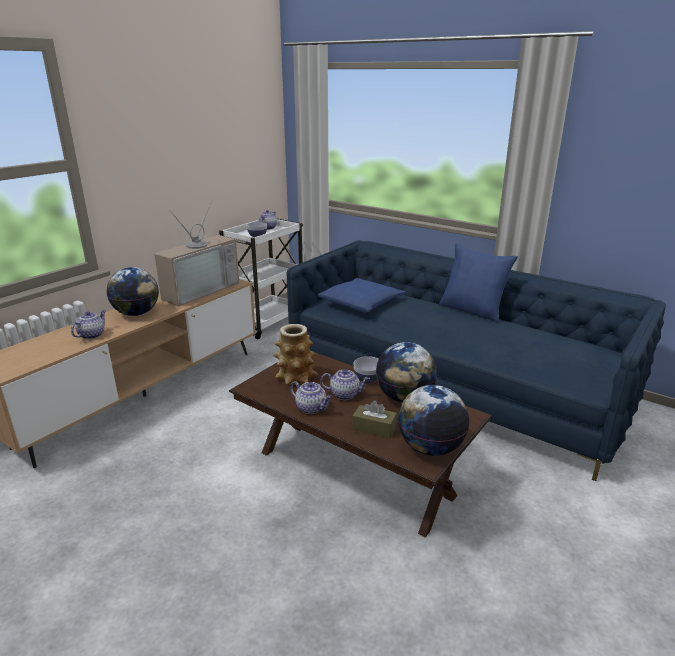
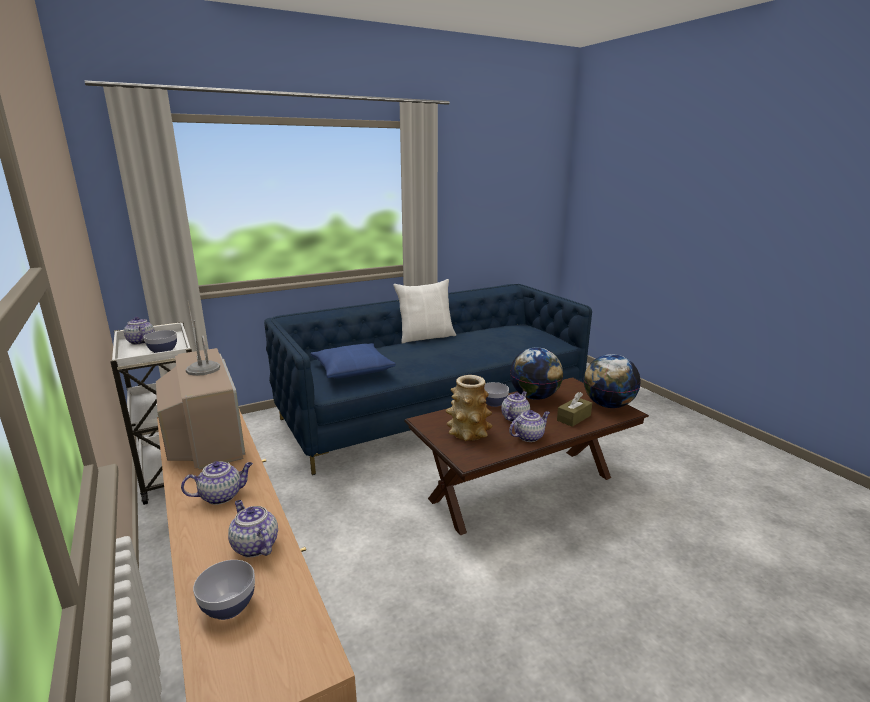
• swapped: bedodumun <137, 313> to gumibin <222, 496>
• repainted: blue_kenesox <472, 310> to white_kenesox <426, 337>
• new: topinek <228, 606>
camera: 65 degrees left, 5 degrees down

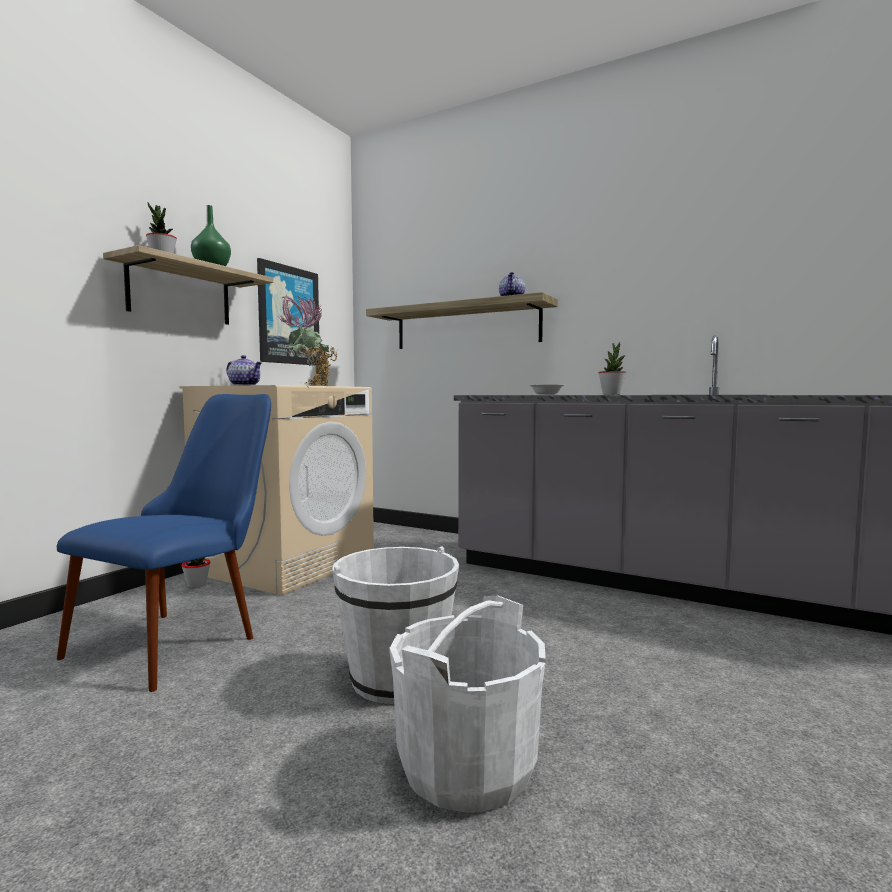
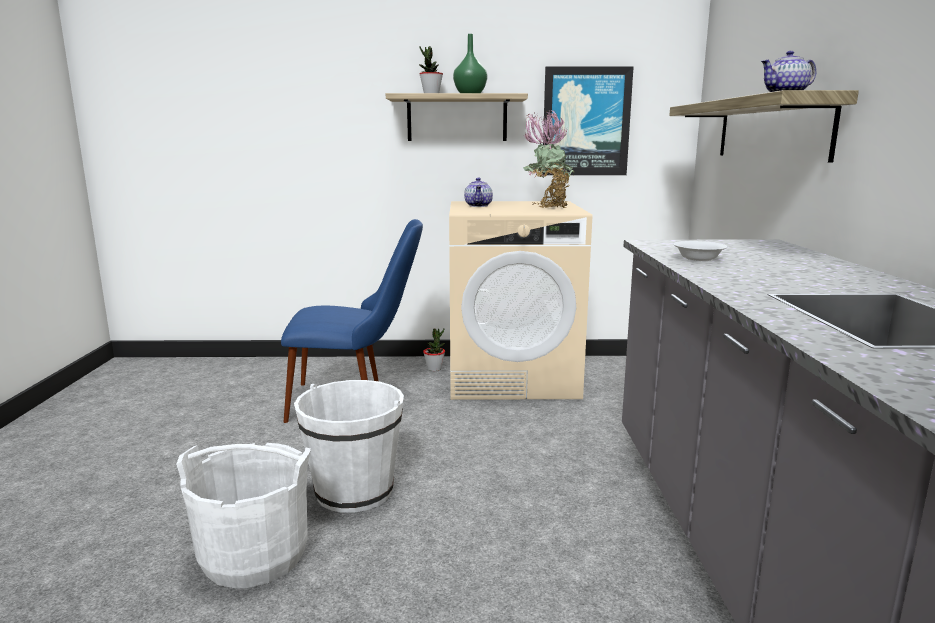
• gone: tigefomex <611, 394>
camera: 60 degrees right, 10 degrees up

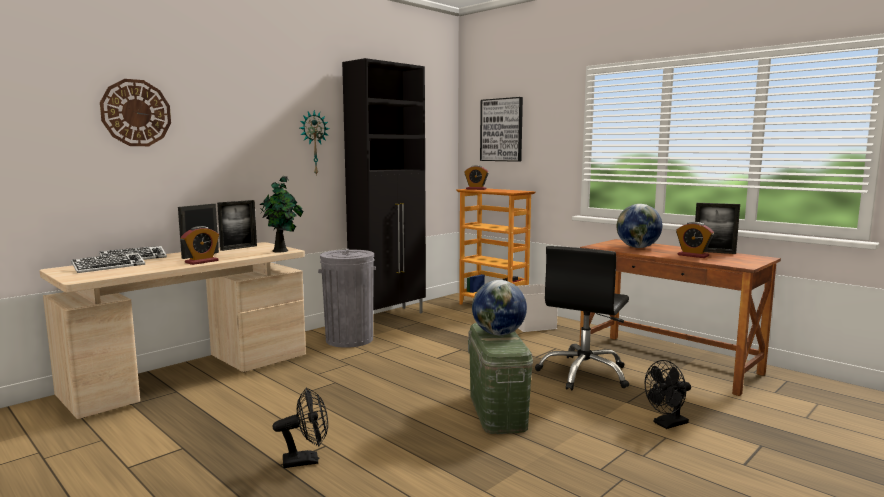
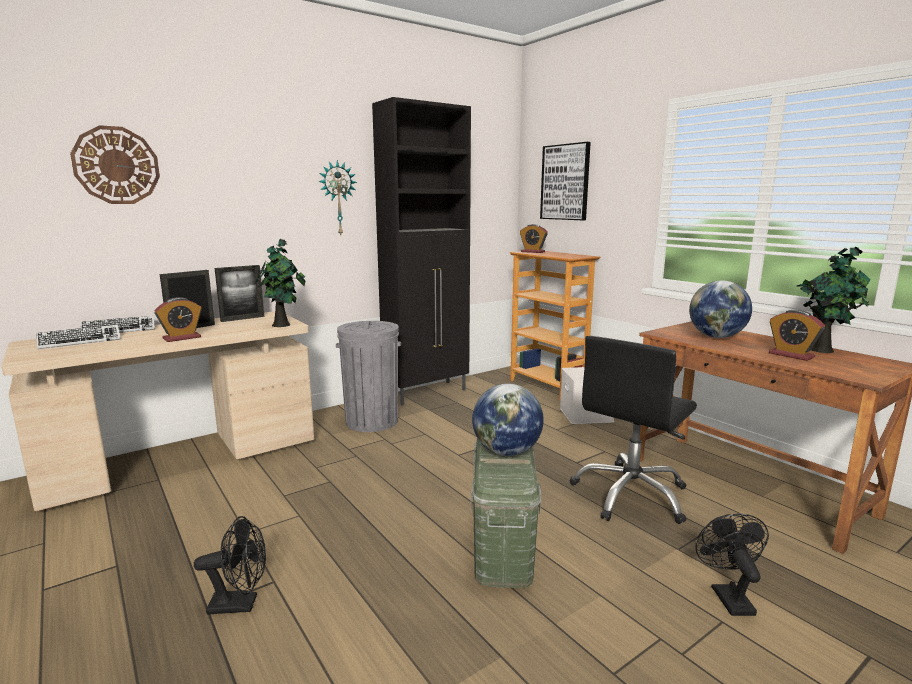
• rotated: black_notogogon <667, 424> = <728, 596> 105 degrees clockwise
• swapped: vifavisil <714, 252> to tigefomex <823, 350>
camera: 10 degrees right, 5 degrees up

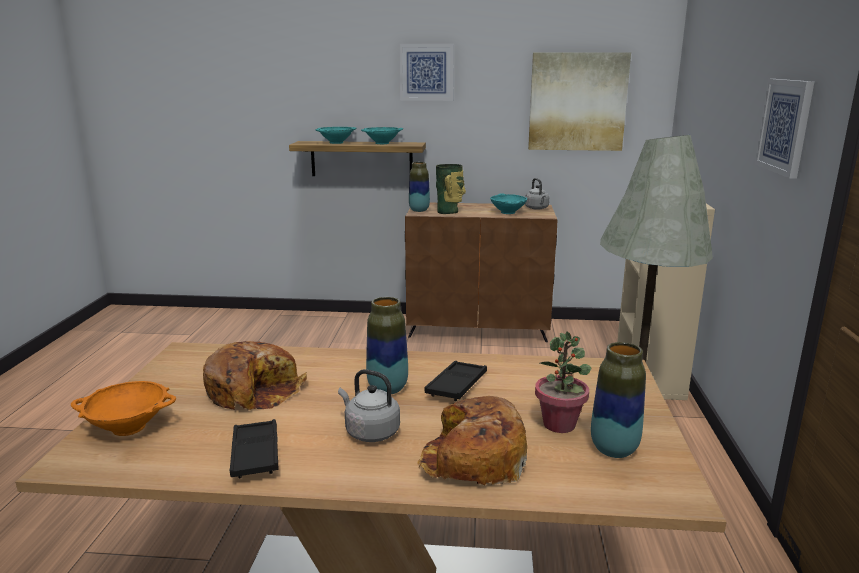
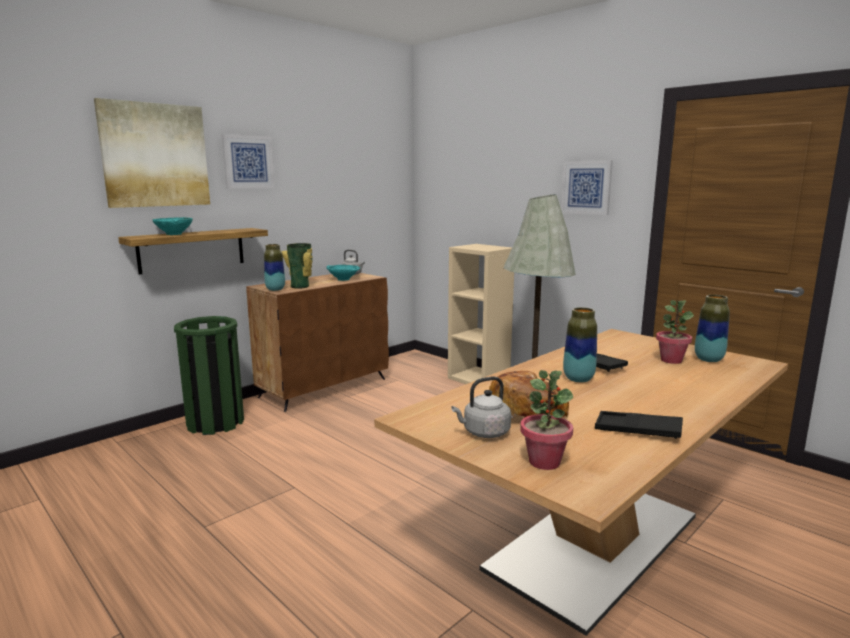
• swapped: orange_topinek <129, 427> to tigefomex <544, 462>
• shifted: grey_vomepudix <370, 432> to <484, 433>
• gone: turquoise_topinek <382, 143>
• gone: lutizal <472, 458>
• shifted: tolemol <577, 102> to <155, 155>
• new: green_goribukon <215, 422>
camera: 50 degrees left, 5 degrees down

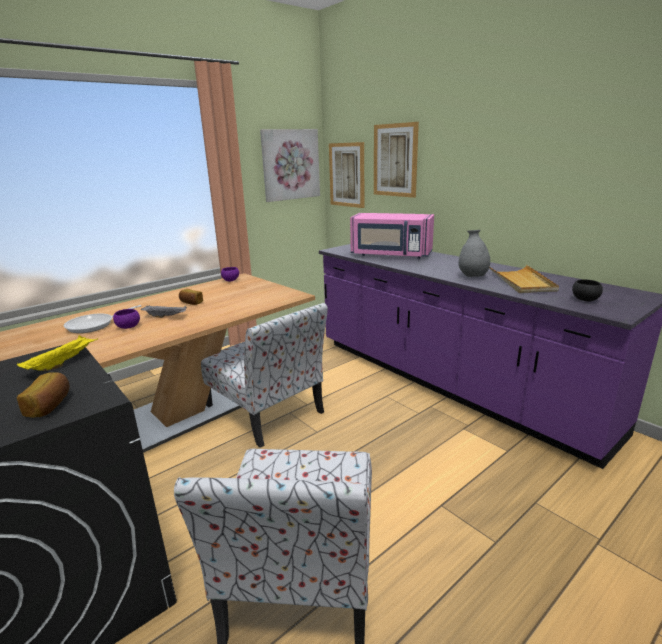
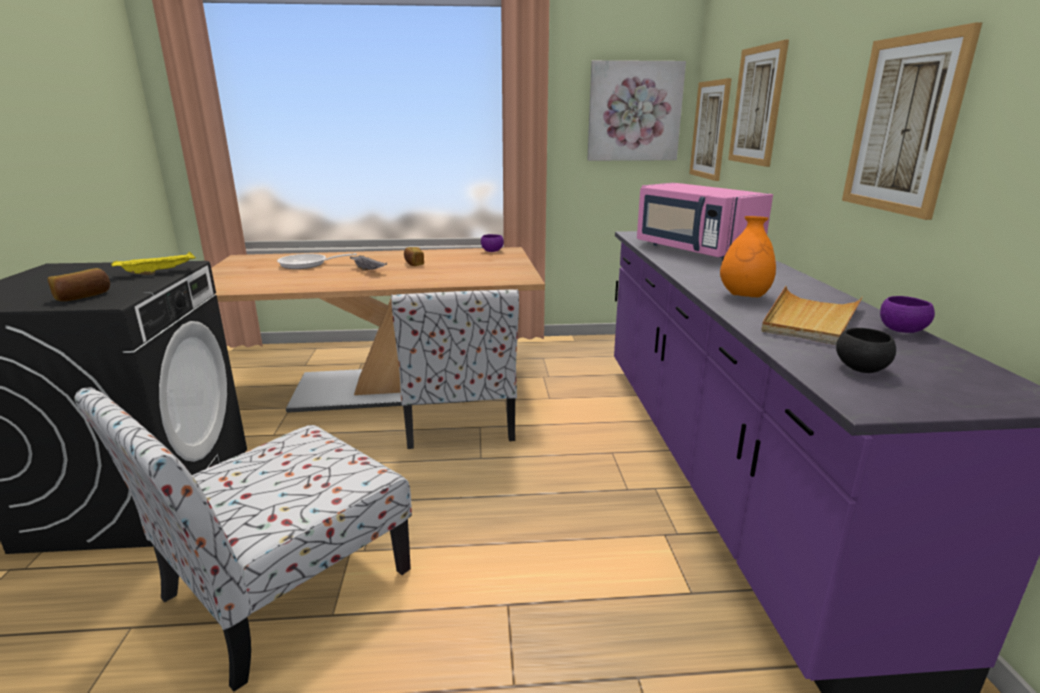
• shifted: purple_topinek <128, 327> to <902, 330>
• repainted: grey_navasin <473, 277> to orange_navasin <744, 297>
• new: tolemol <903, 125>
camera: 35 degrees right, 0 degrees up

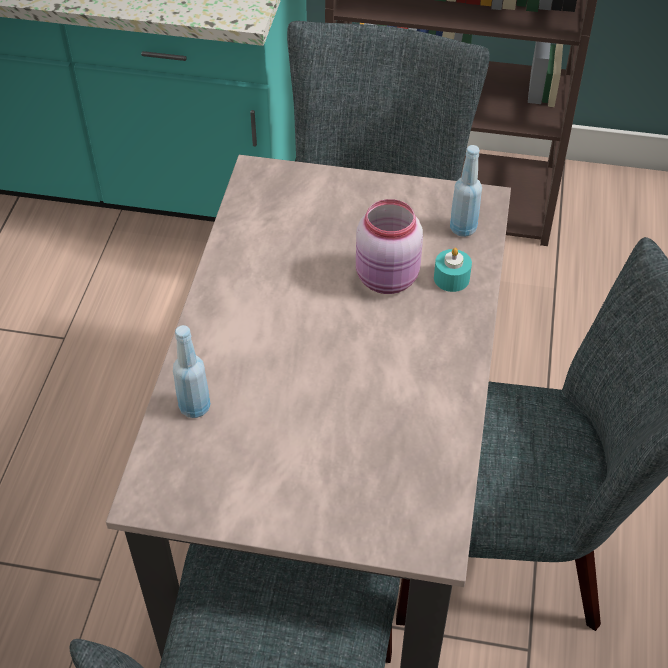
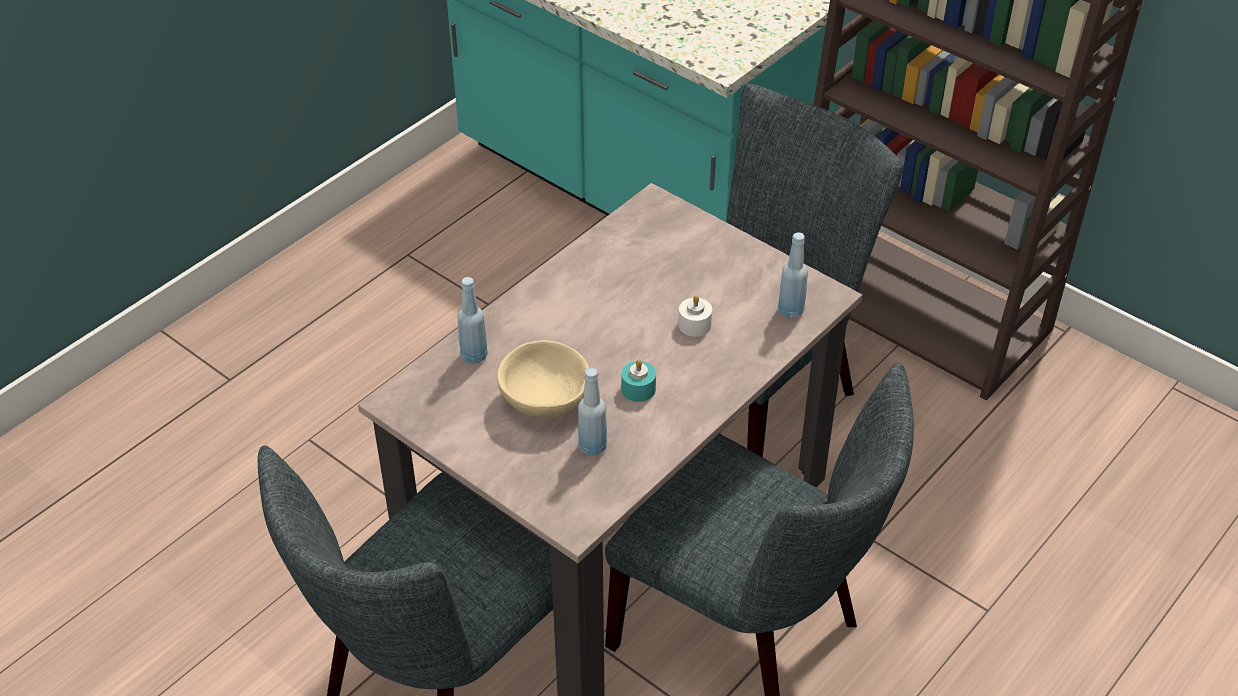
• swapped: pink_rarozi <388, 279> to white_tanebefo <694, 325>
• shifted: turquoise_tanebefo <451, 278> to <638, 389>
• new: beige_topinek <544, 401>
• new: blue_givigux <592, 447>
camera: 30 degrees right, 5 degrees down

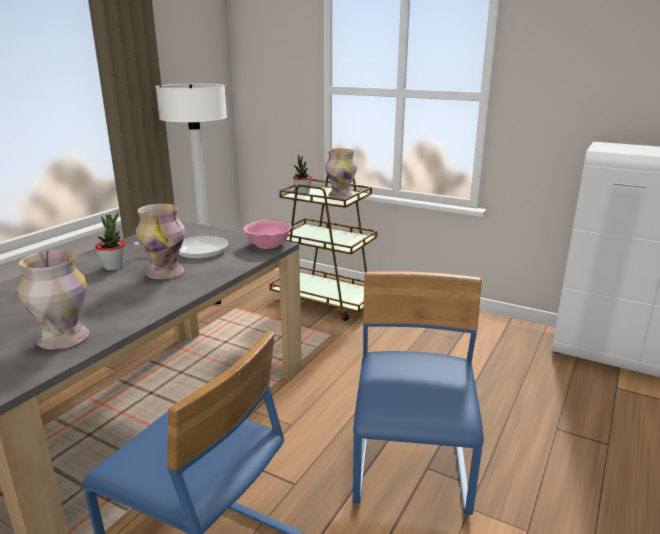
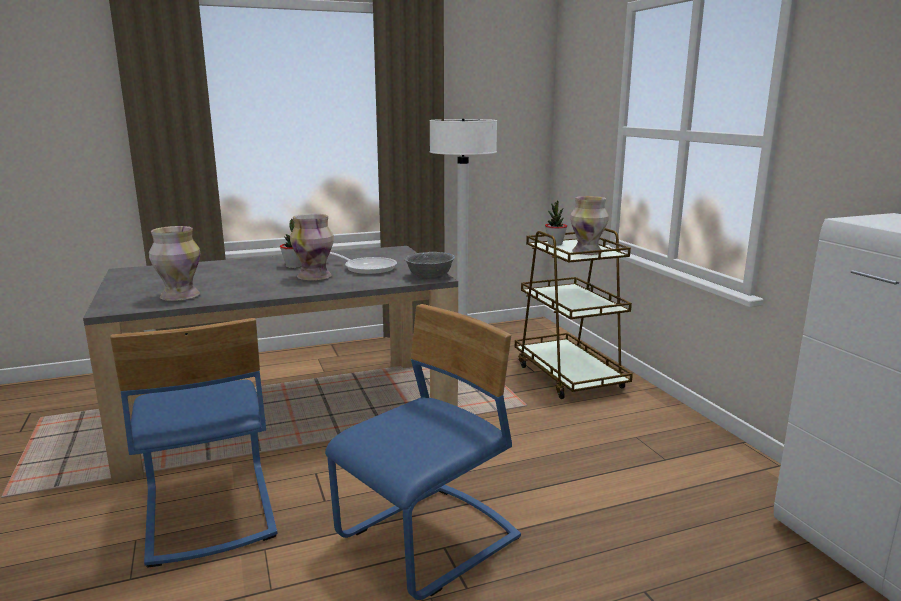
• repainted: pink_topinek <268, 244> to grey_topinek <430, 276>
camera: 40 degrees right, 5 degrees down

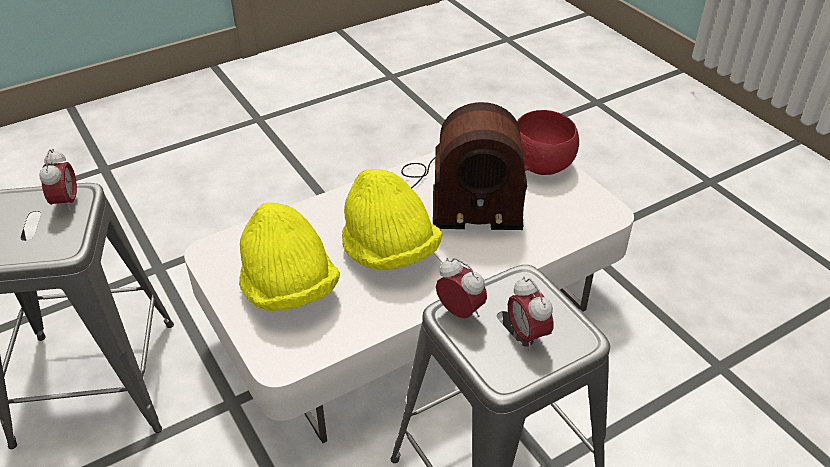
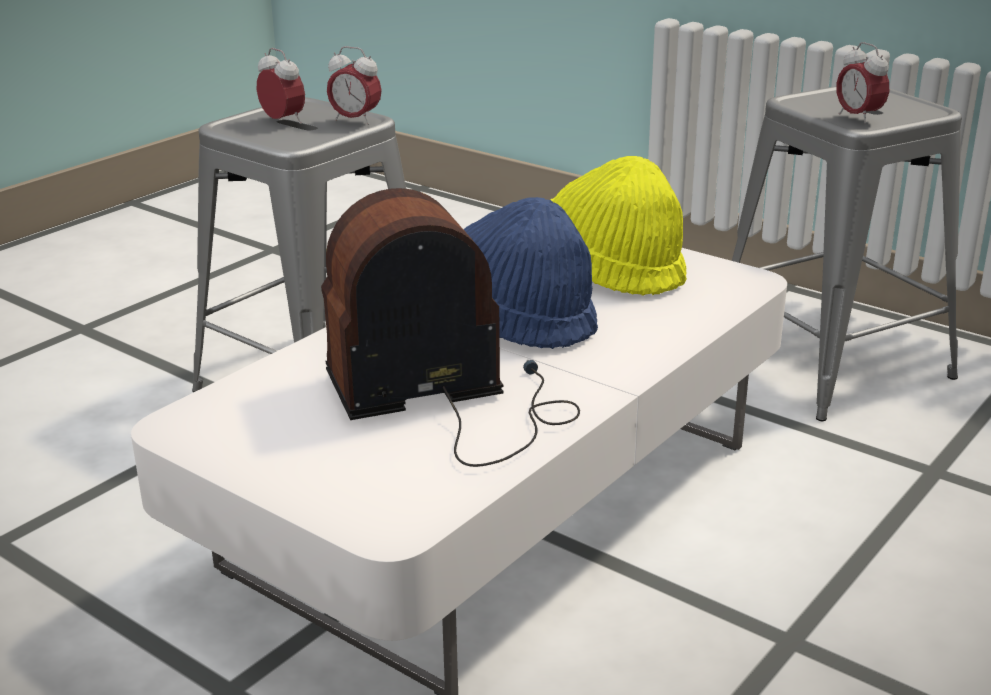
• repainted: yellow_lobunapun <389, 251> to blue_lobunapun <516, 321>
• gone: red_topinek <542, 165>
camera: 160 degrees right, 15 degrees down

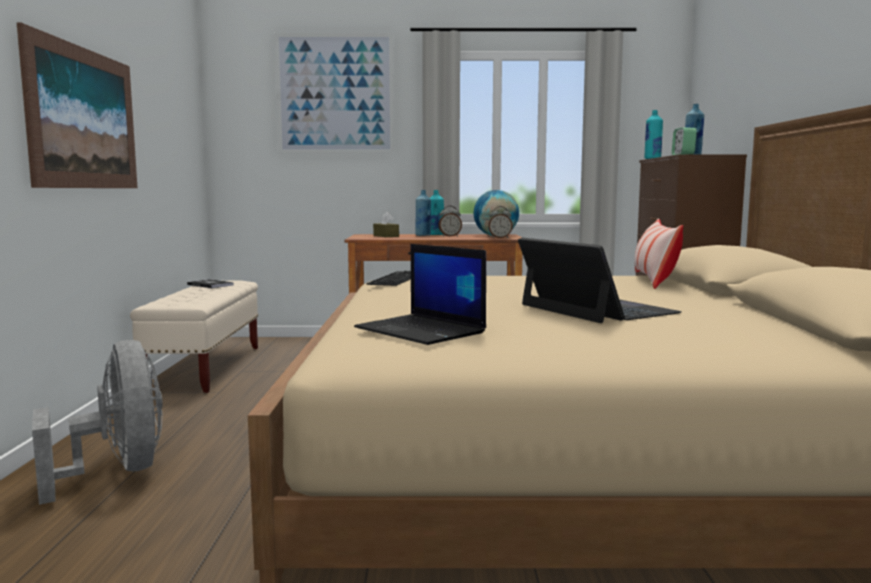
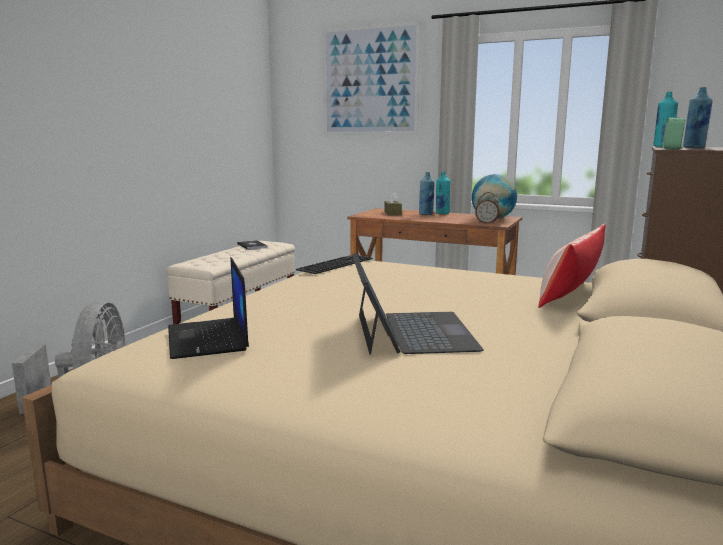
• gone: tolemol <84, 118>
• gone: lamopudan <450, 236>
camera: 25 degrees right, 5 degrees up

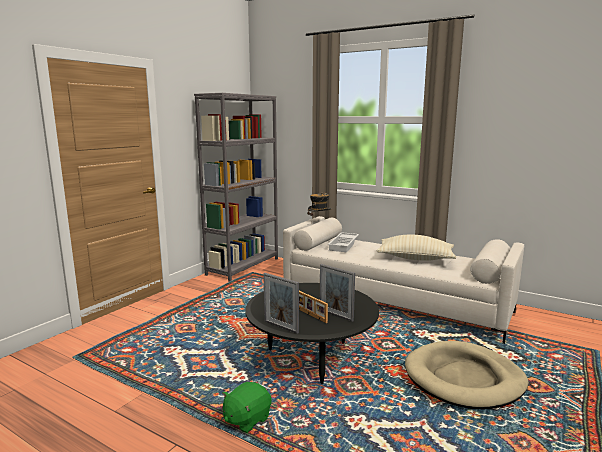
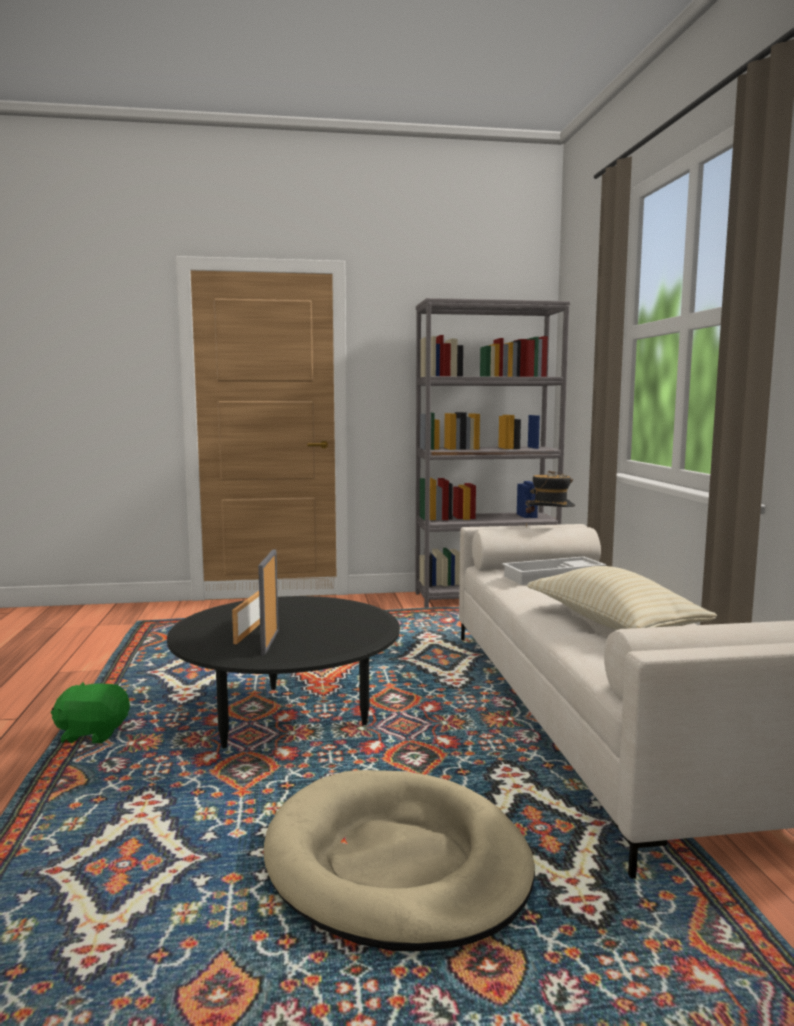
• gone: vifavisil <281, 327>
camera: 50 degrees right, 5 degrees down

